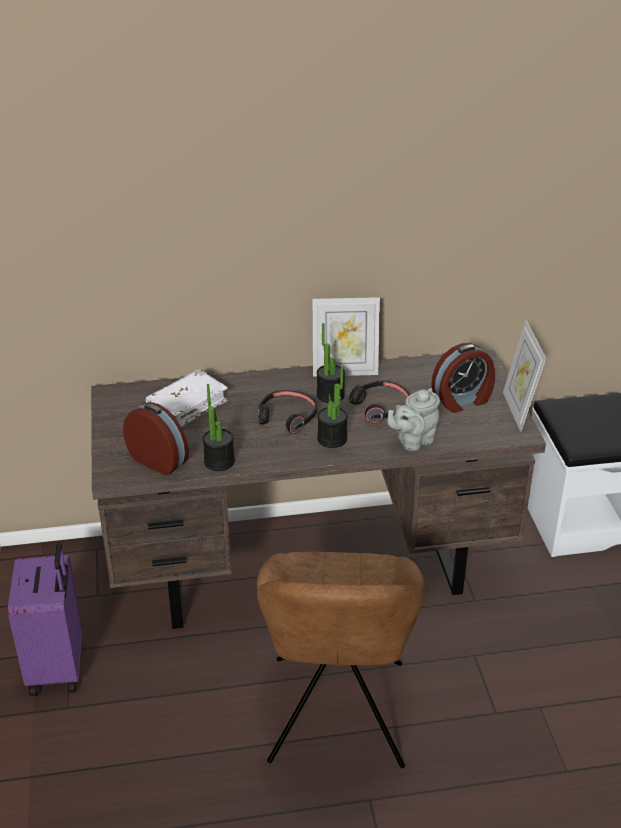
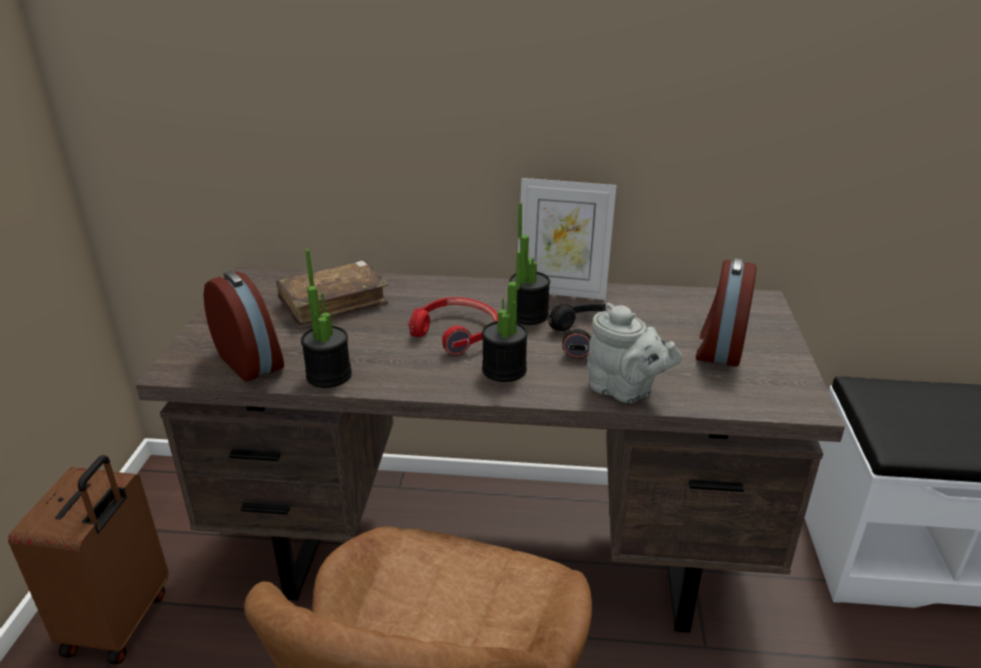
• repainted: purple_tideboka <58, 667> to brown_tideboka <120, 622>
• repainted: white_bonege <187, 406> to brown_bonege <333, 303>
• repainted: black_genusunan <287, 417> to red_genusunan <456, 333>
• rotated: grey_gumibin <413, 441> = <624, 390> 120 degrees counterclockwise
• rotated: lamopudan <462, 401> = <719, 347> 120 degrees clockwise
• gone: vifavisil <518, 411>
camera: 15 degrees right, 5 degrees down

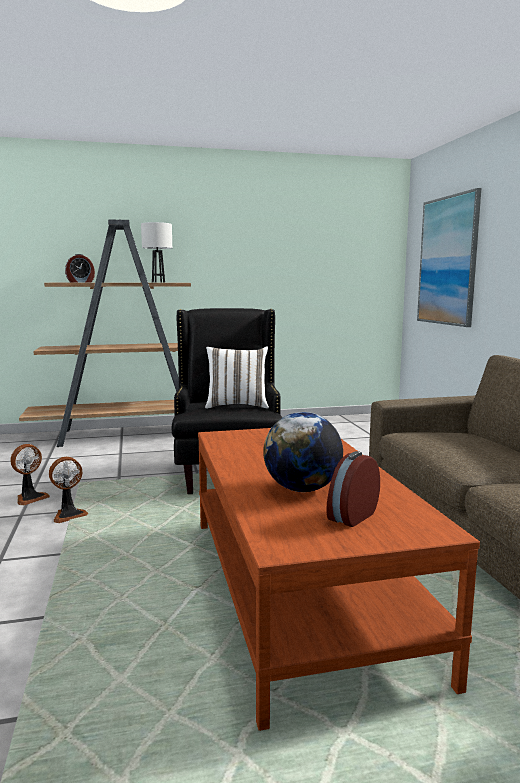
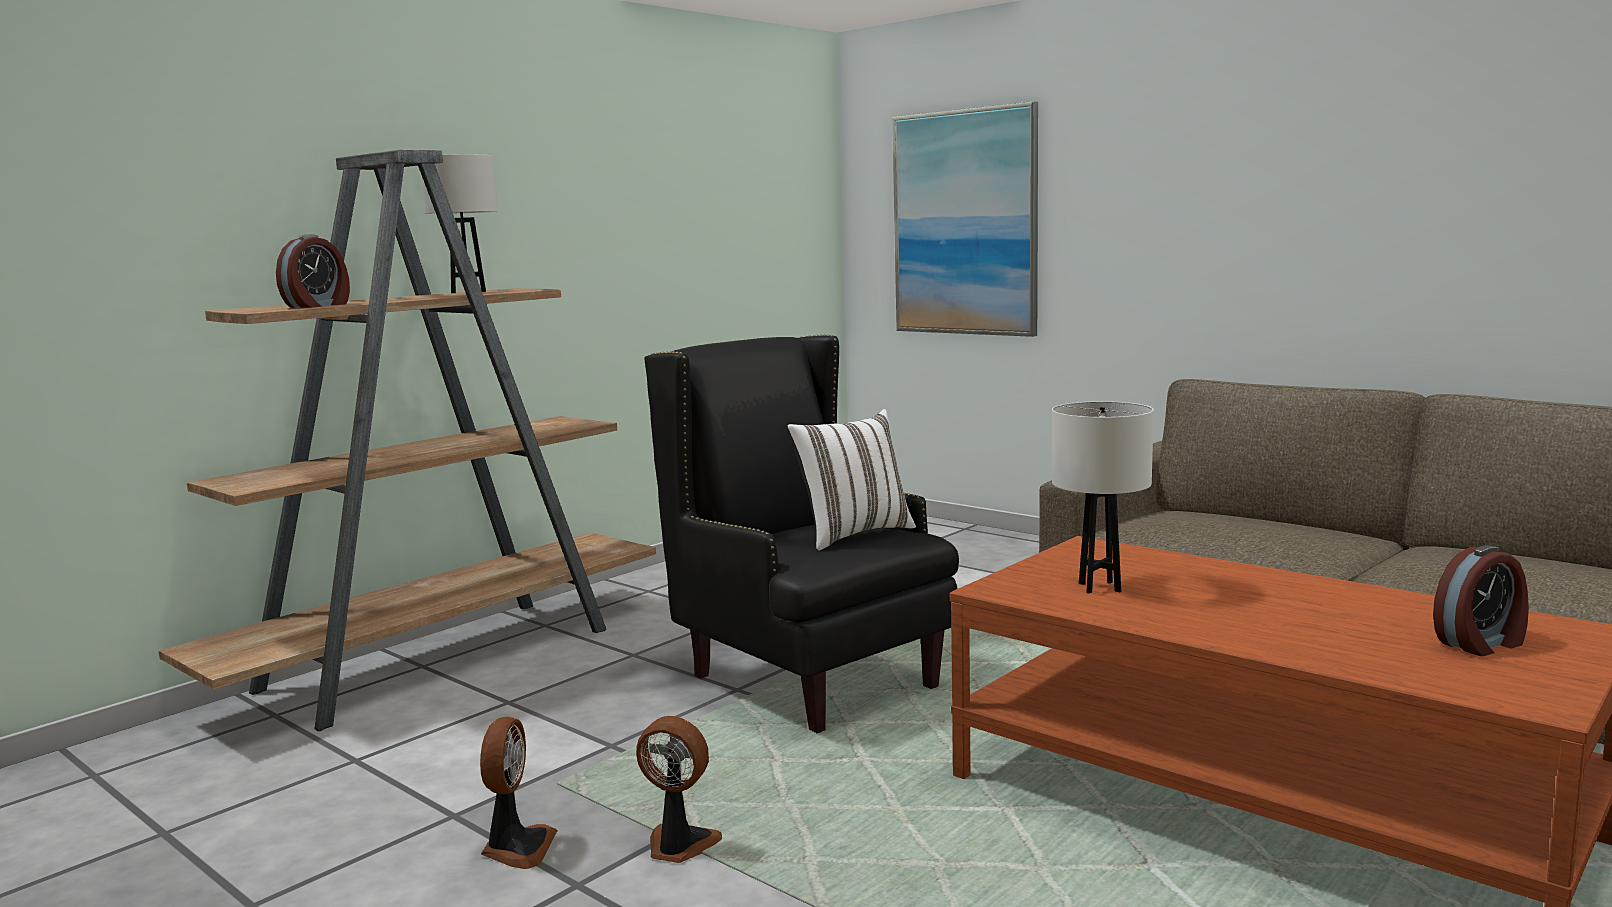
• rotated: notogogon <69, 515> = <679, 846> 90 degrees counterclockwise
• gone: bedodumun <302, 489>
• rotated: lamopudan <351, 516> = <1482, 644> 120 degrees counterclockwise
• new: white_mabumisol <1099, 587>
camera: 35 degrees left, 0 degrees up

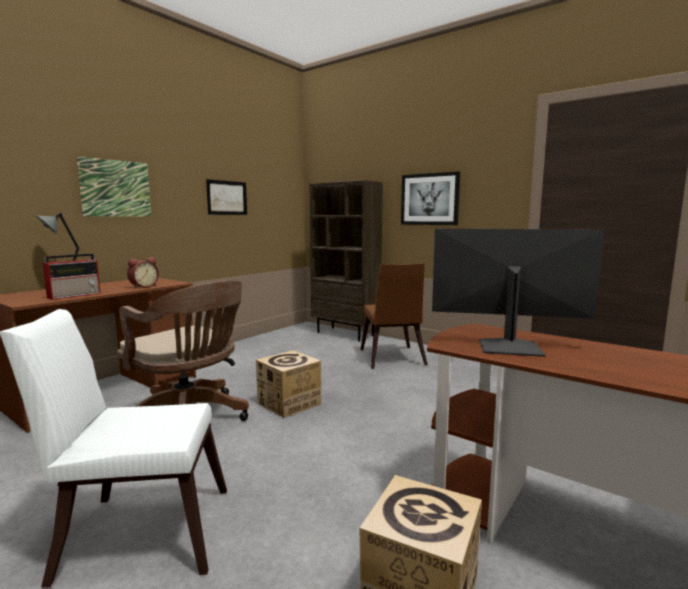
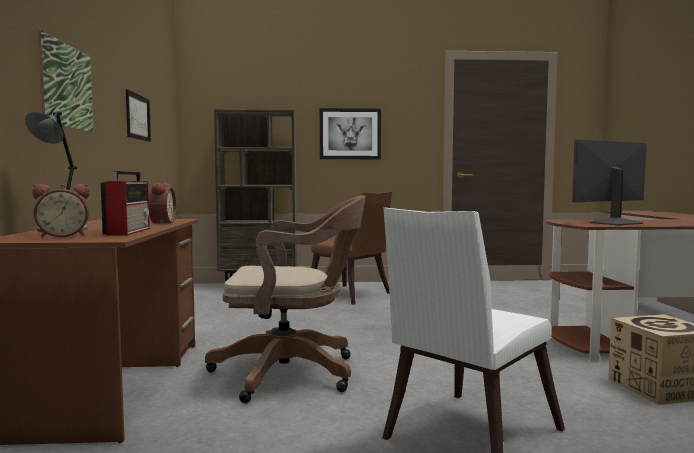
• gone: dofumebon <289, 403>
• new: lamopudan <63, 236>
camera: 40 degrees left, 5 degrees down

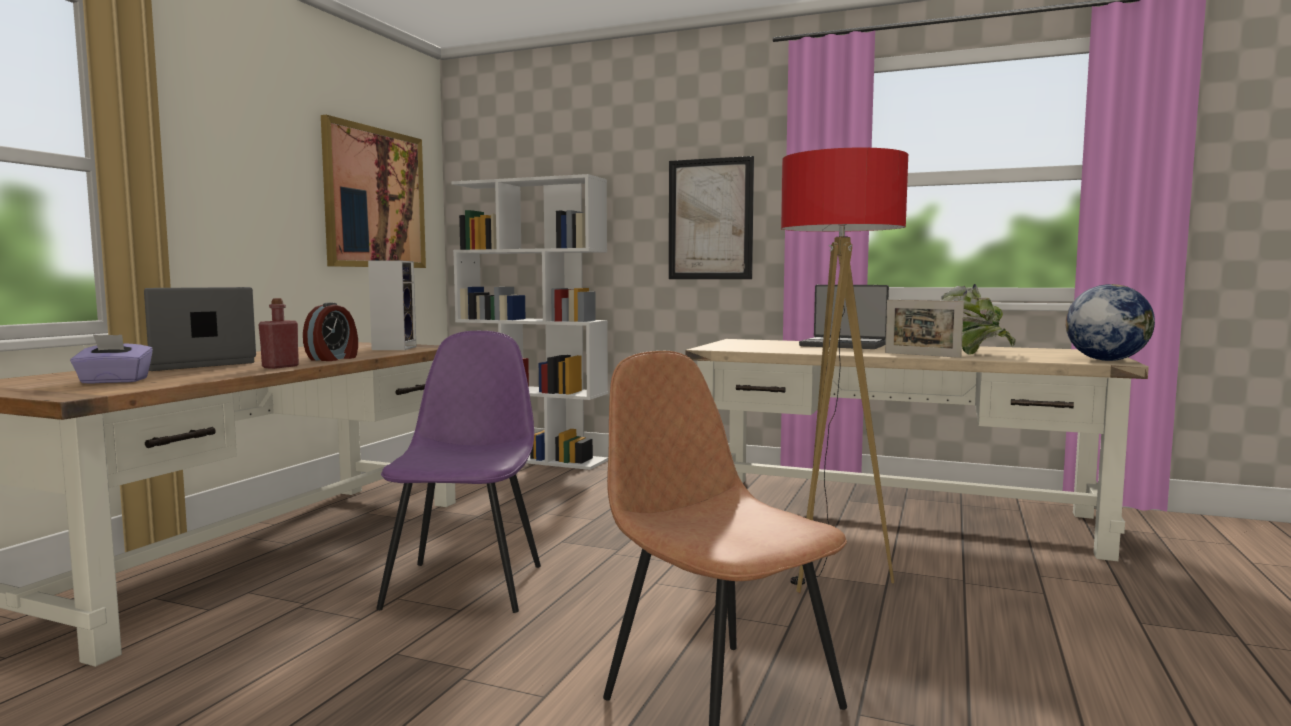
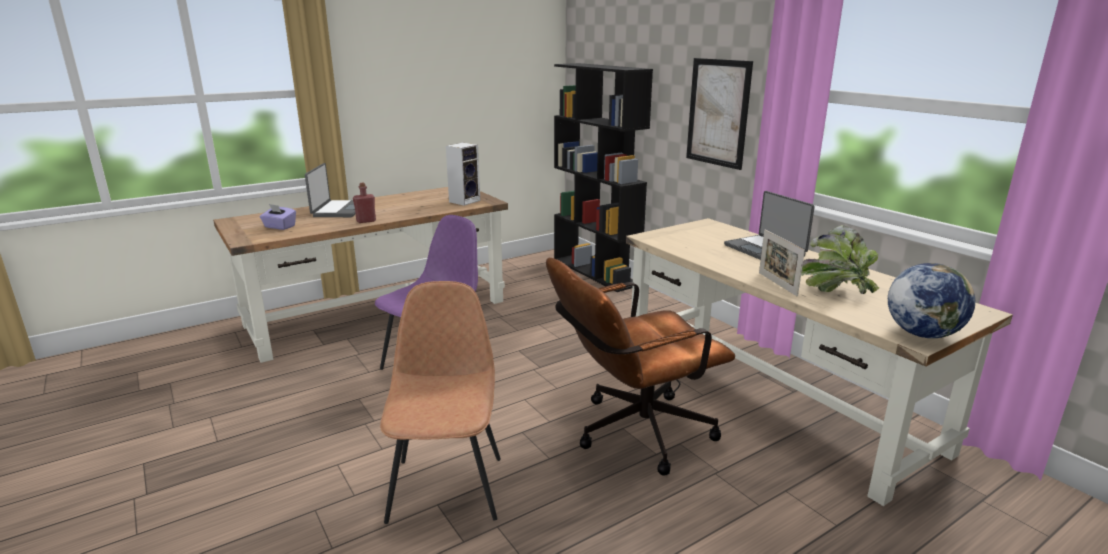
• rotated: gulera <192, 364> = <339, 210> 105 degrees clockwise
• gone: lamopudan <333, 359>
• gone: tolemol <375, 198>
• repainted: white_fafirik <534, 458> to black_fafirik <596, 272>
• swapped: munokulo <831, 576> to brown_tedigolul <632, 433>
camera: 35 degrees right, 15 degrees up

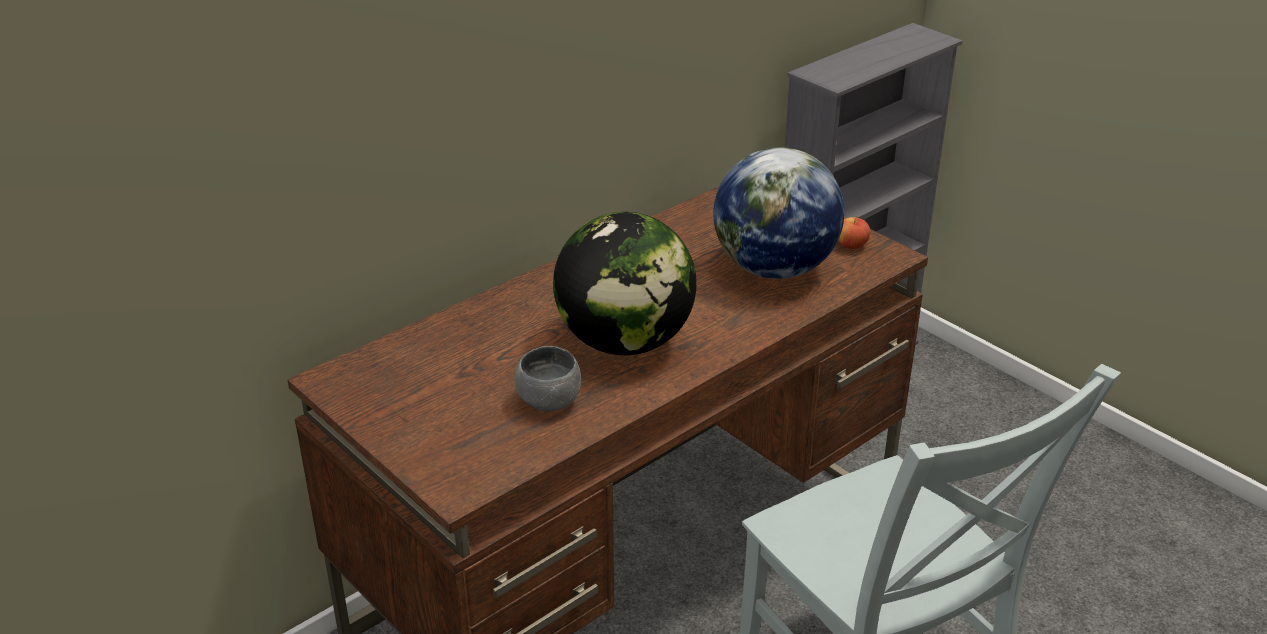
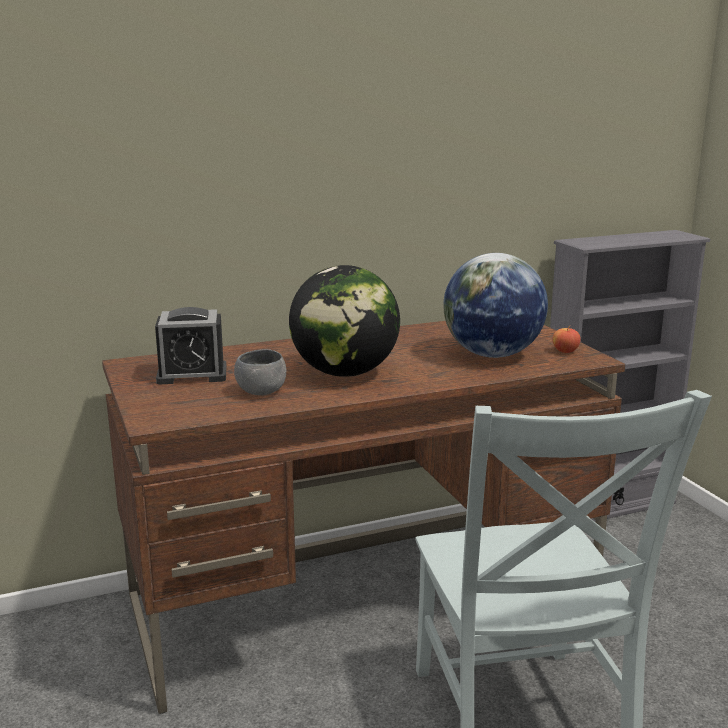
• new: lamopudan <192, 374>
camera: 20 degrees right, 15 degrees down

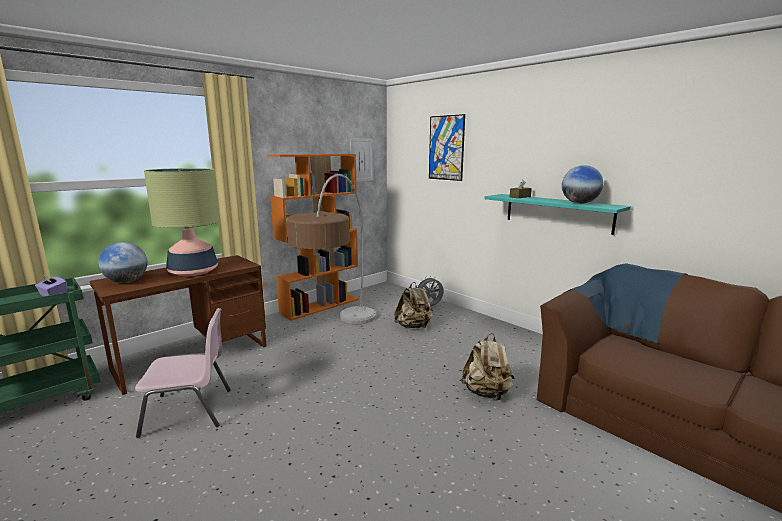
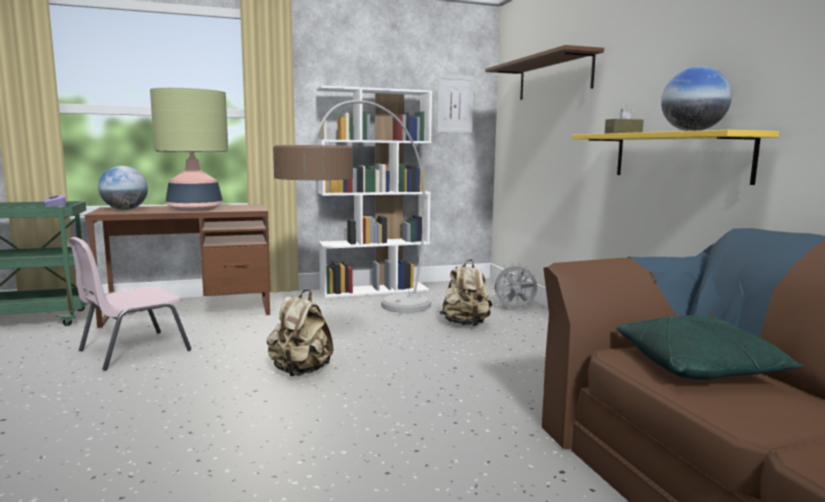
• rotated: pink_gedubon <189, 411> = <132, 350> 120 degrees clockwise
• repainted: orange_fafirik <320, 306> to white_fafirik <374, 290>
• swapped: tolemol <446, 148> to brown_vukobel <554, 77>
• shifted: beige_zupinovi <487, 393> to <300, 371>
• repainted: turquoise_vukobel <557, 213> to yellow_vukobel <678, 156>
• new: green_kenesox <699, 368>
camera: 25 degrees right, 5 degrees down

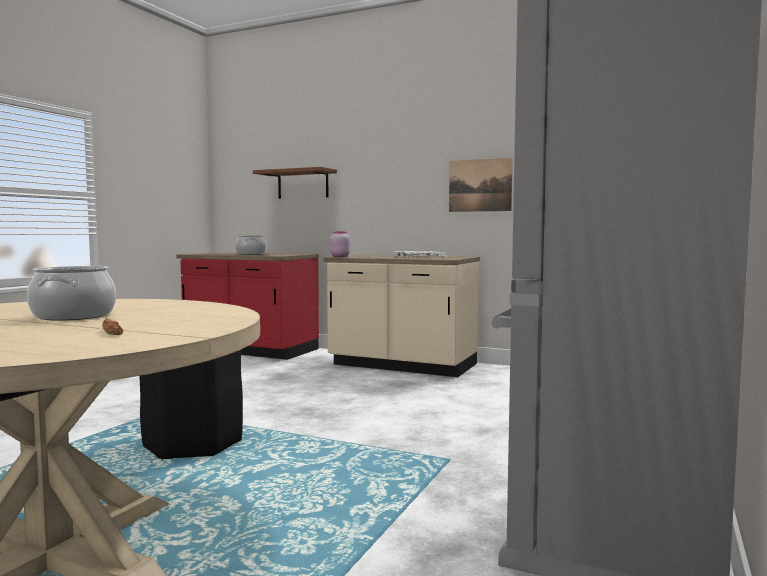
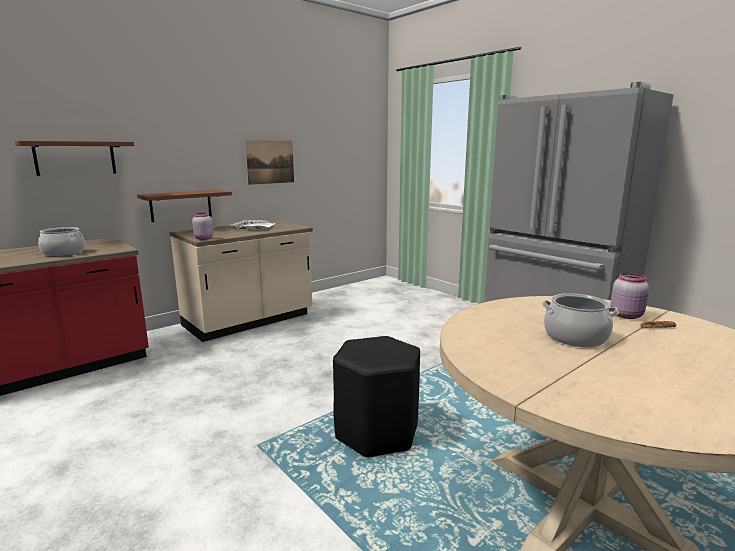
• new: brown_vukobel <181, 205>
• new: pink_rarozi <627, 315>
camera: 65 degrees left, 10 degrees up

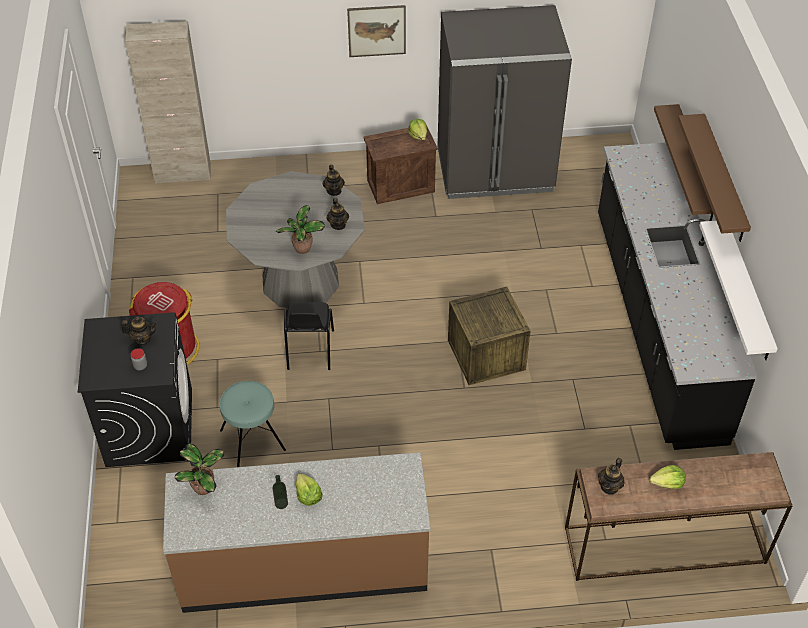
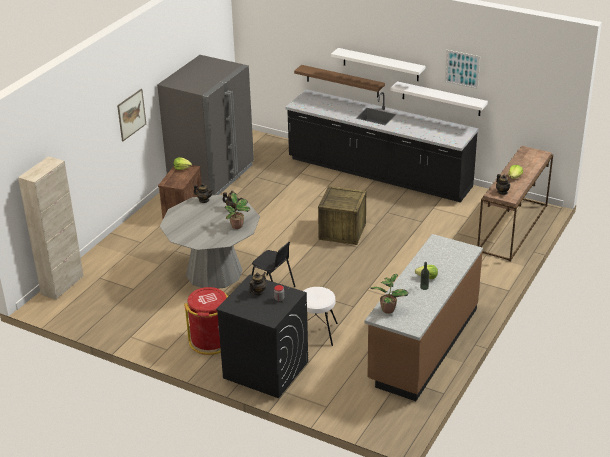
• repainted: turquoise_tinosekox <252, 440> to white_tinosekox <317, 333>
• repainted: brown_vukobel <723, 179> to white_vukobel <380, 64>
• new: tolemol <462, 69>
camera: 55 degrees left, 15 degrees down

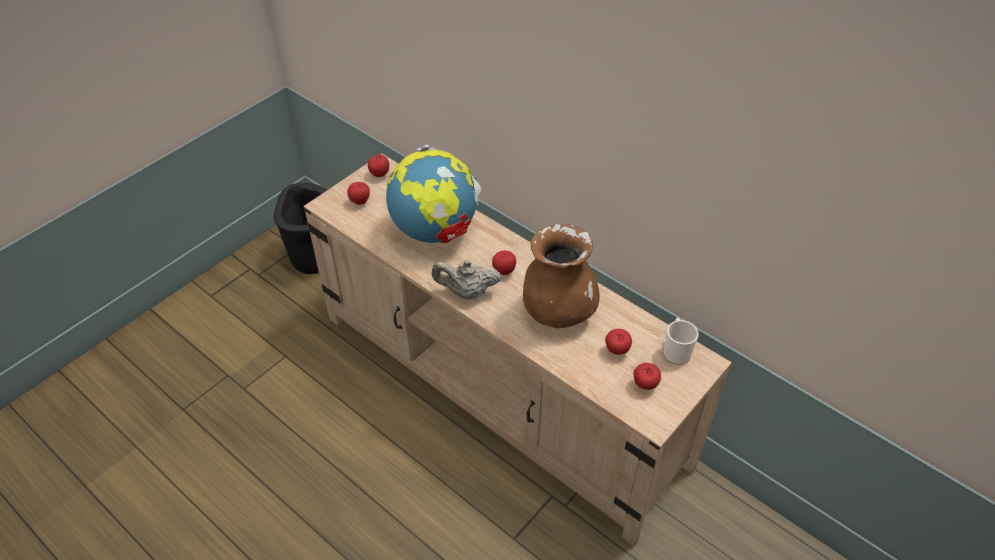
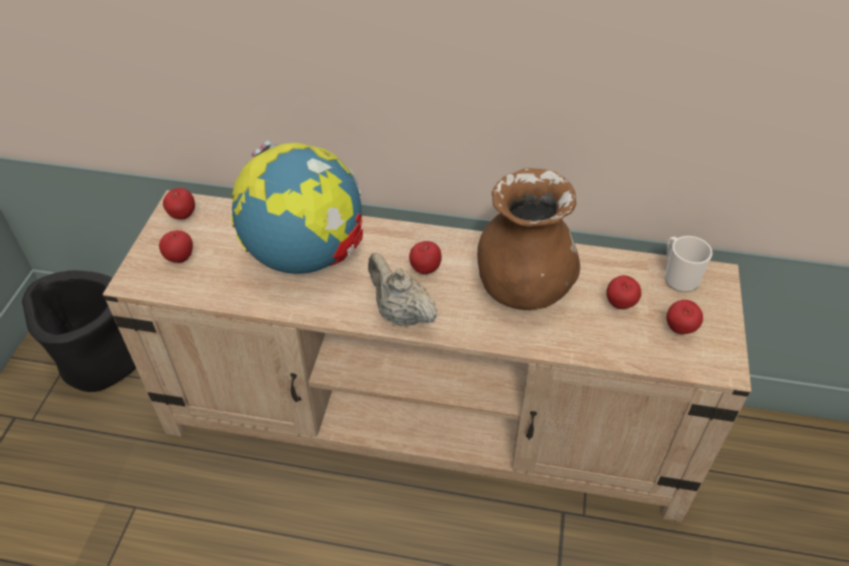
• rotated: beige_gumibin <466, 292> = <401, 313> 75 degrees clockwise
camera: 30 degrees left, 0 degrees up

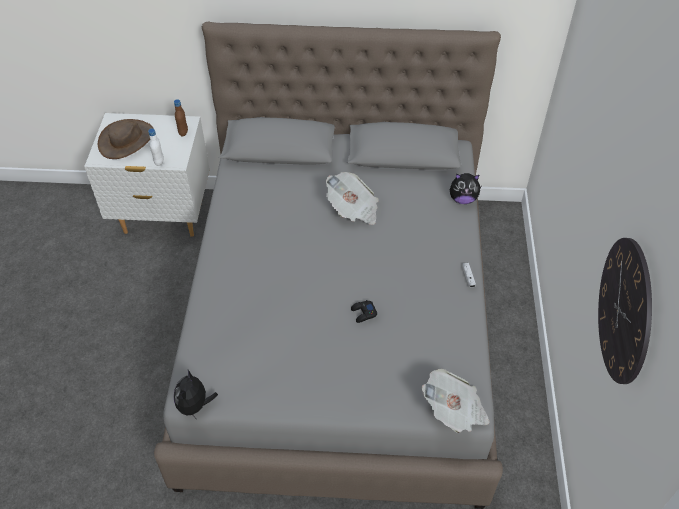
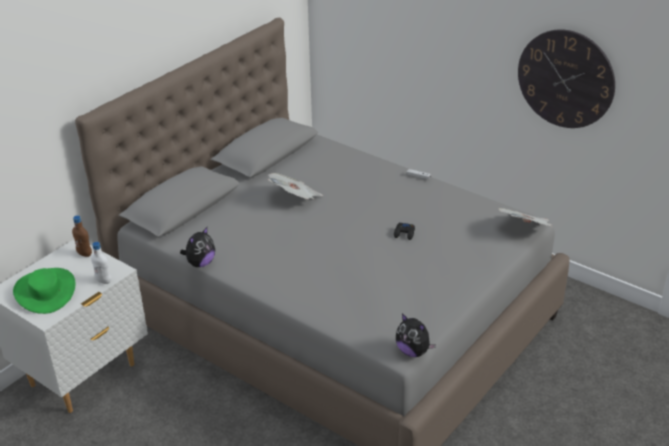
• repainted: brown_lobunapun <127, 140> to green_lobunapun <45, 291>
• shifted: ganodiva <463, 199> to <200, 263>
camera: 55 degrees left, 15 degrees down

